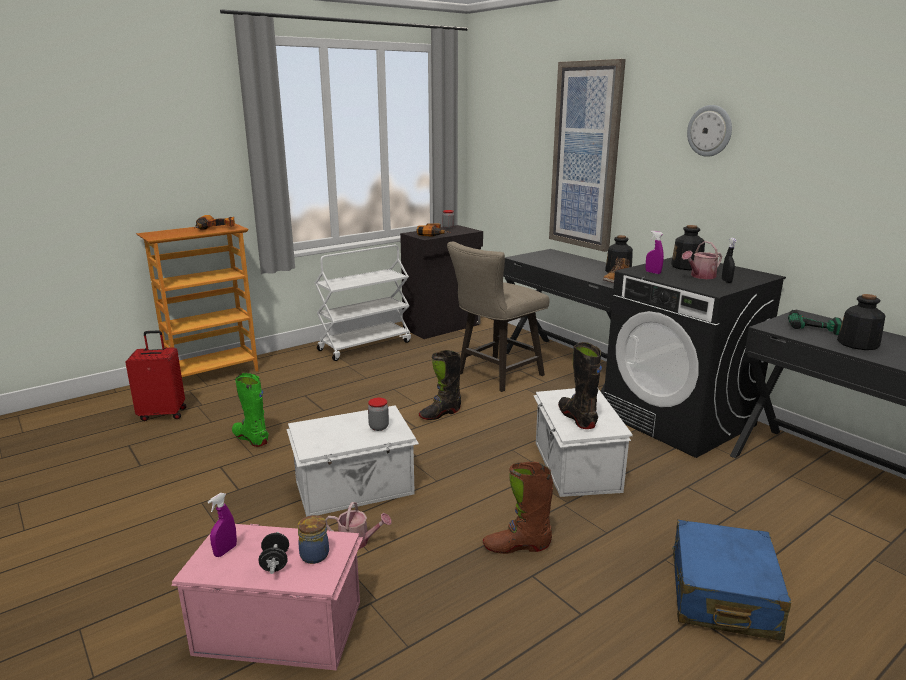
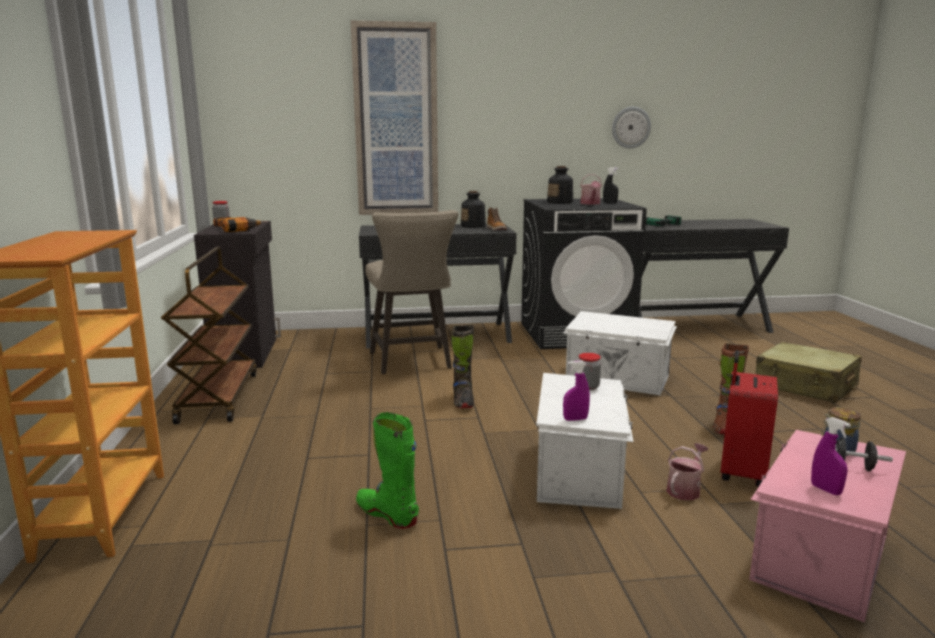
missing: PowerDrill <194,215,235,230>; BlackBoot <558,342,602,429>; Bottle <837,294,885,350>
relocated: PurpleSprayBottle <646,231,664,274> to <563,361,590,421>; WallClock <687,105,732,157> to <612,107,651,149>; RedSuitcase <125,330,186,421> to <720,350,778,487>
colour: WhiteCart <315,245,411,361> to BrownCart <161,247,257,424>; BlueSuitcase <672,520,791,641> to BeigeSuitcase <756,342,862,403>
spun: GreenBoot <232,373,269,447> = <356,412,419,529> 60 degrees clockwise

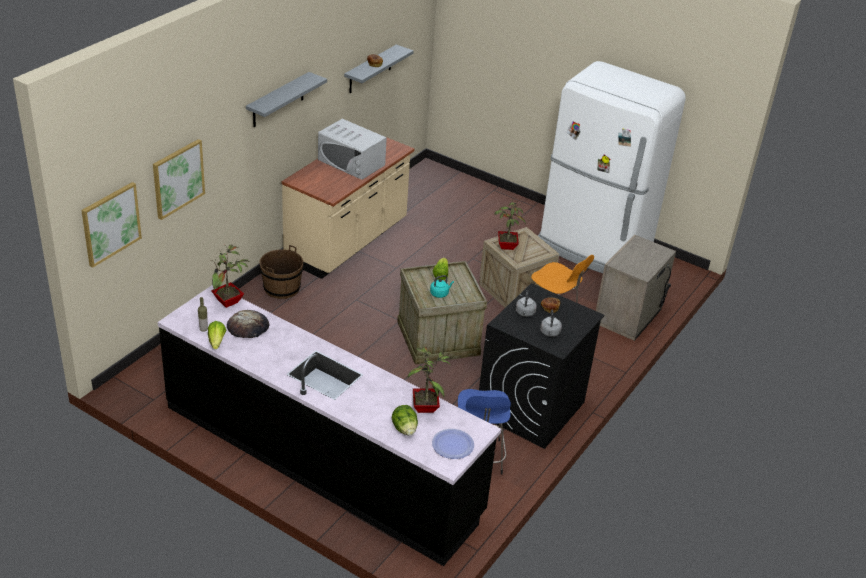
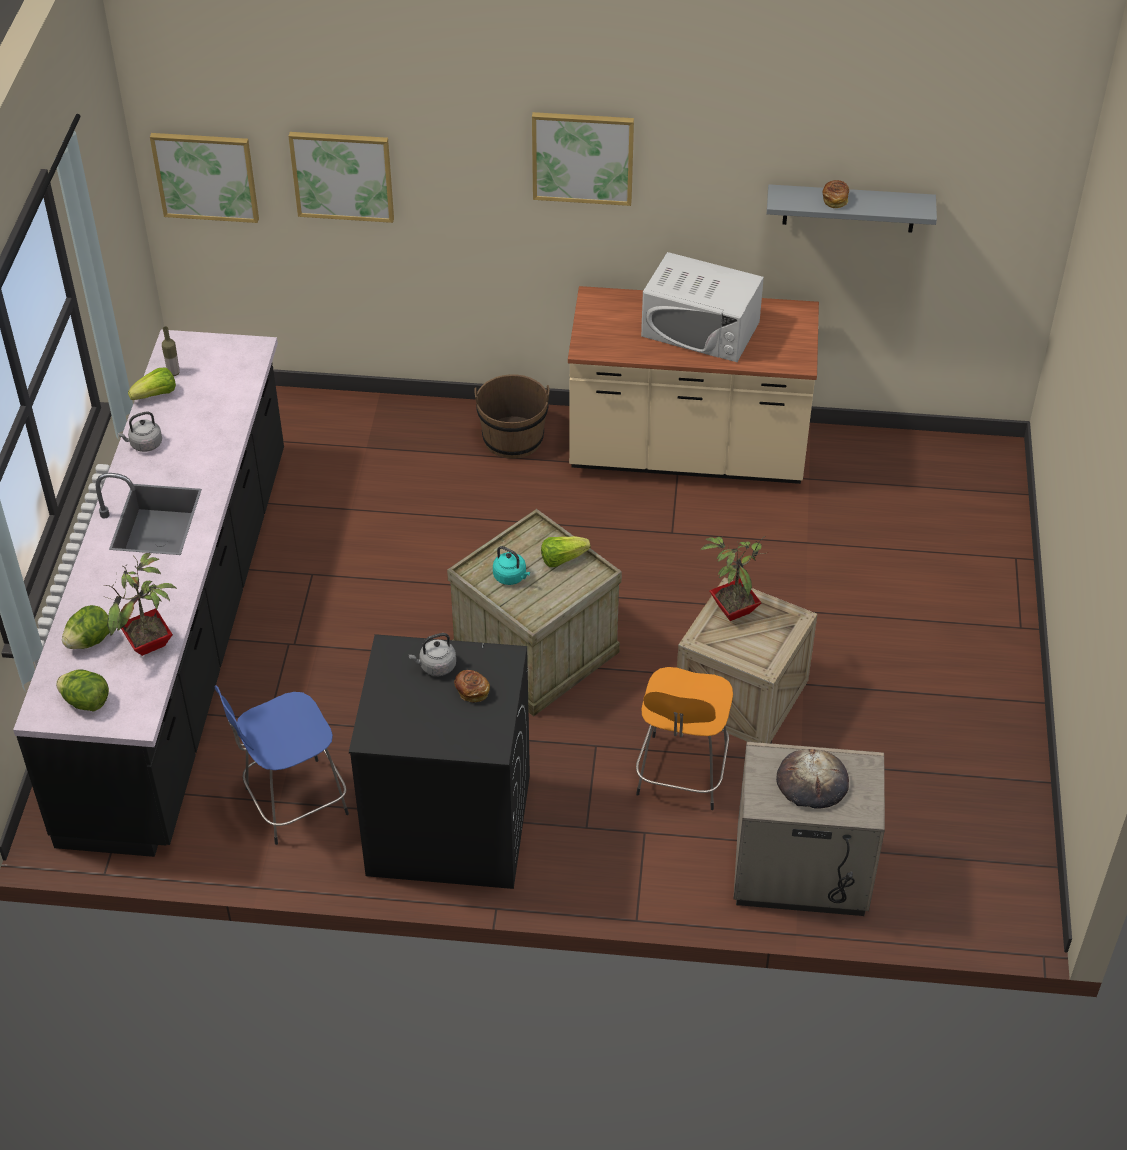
missing: PottedPlant <211,244,250,308>; WhiteFridge <538,61,685,273>
relocated: GreyKettle <540,310,562,337> to <118,411,162,452>; Bread <227,310,269,338> to <776,749,849,809>
exchanged: Plate <432,429,474,459> to Lettuce <56,669,109,712>; GreyShelf <246,72,327,127> to Picture <532,112,634,206>
spun: WhiteMicrowave <318,119,387,180> = <641,252,764,362> 75 degrees counterclockwise

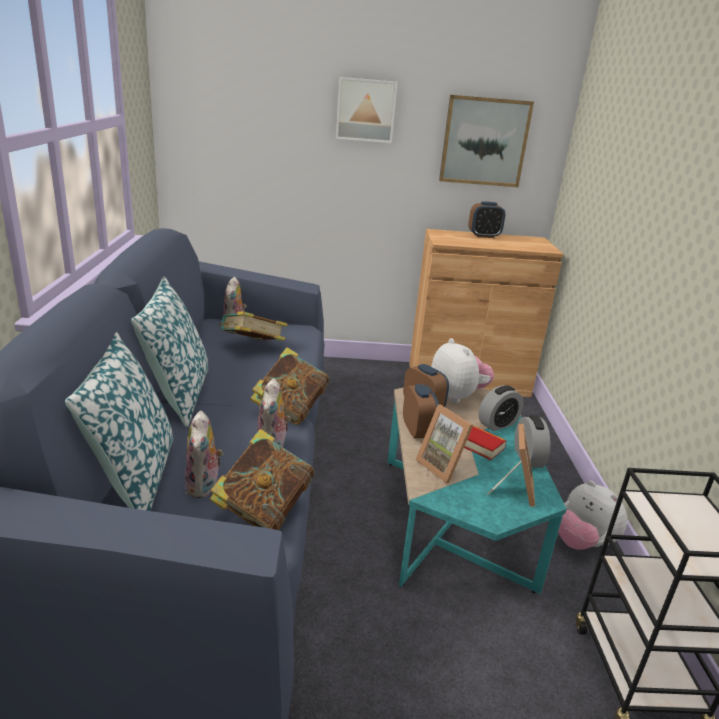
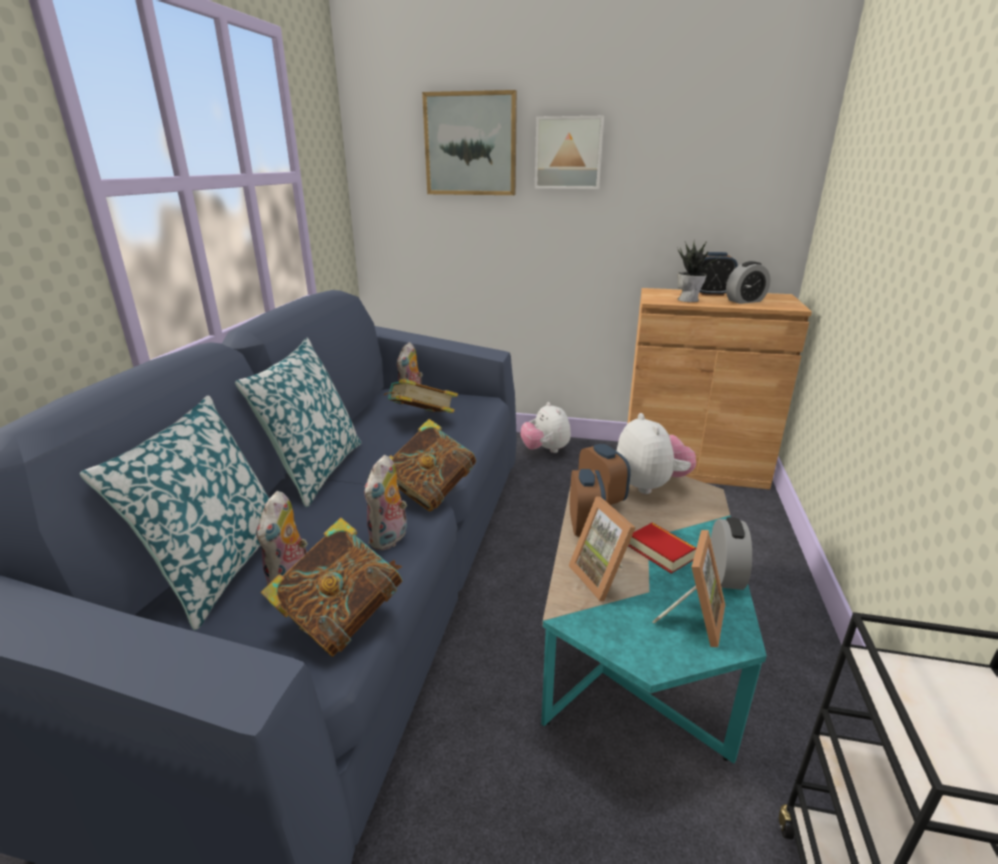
appeared: PottedPlant <677,241,718,302>
relocated: Picture <439,95,534,187> to <422,90,517,195>; PlushToy <558,480,627,550> to <521,402,571,453>; AlarmClock <478,385,523,431> to <726,261,771,304>

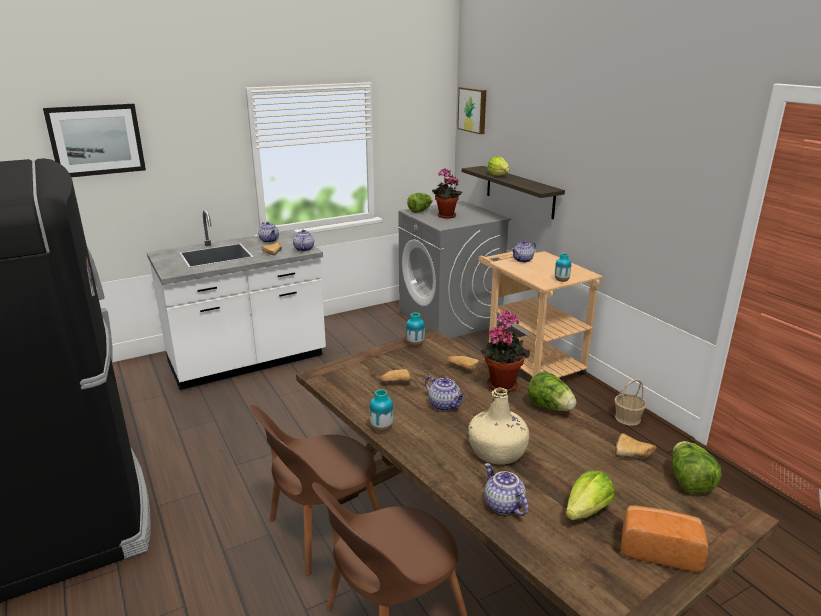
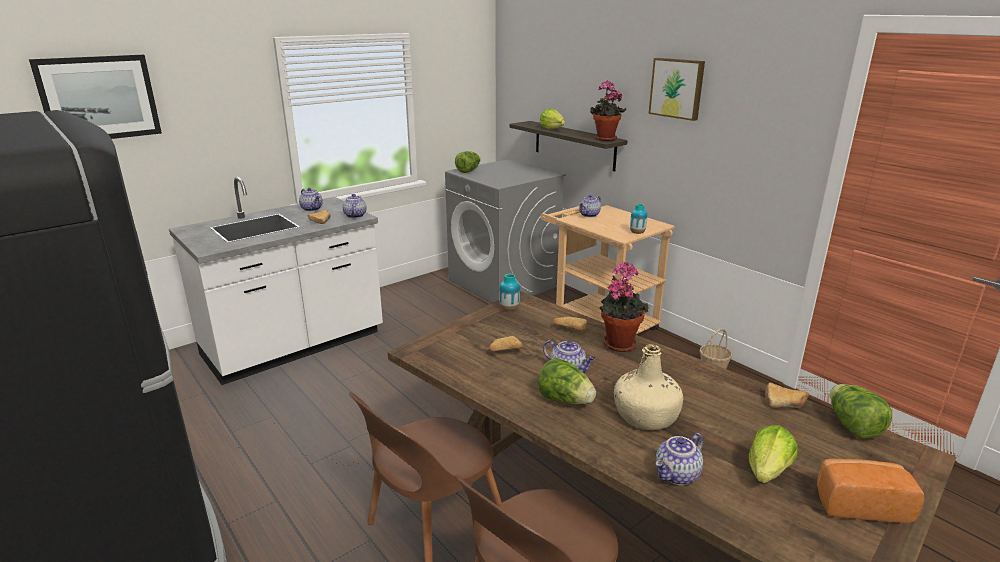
missing: Vase <370,389,393,432>
relocated: Lettuce <528,371,576,411> to <538,358,596,404>; PottedPlant <432,169,462,218> to <590,81,626,141>; Picture <457,87,486,134> to <649,58,705,121>
spun: Teapot <485,463,529,516> = <656,433,703,485> 90 degrees counterclockwise

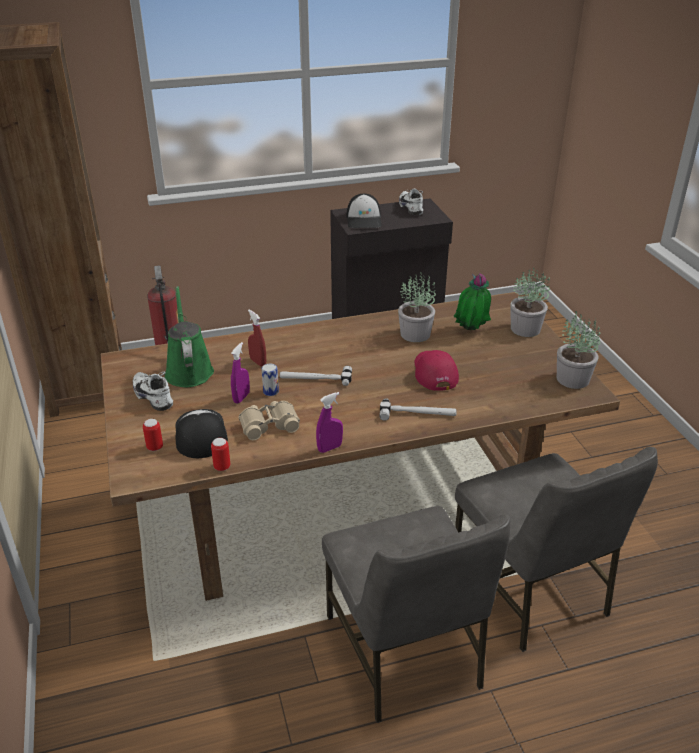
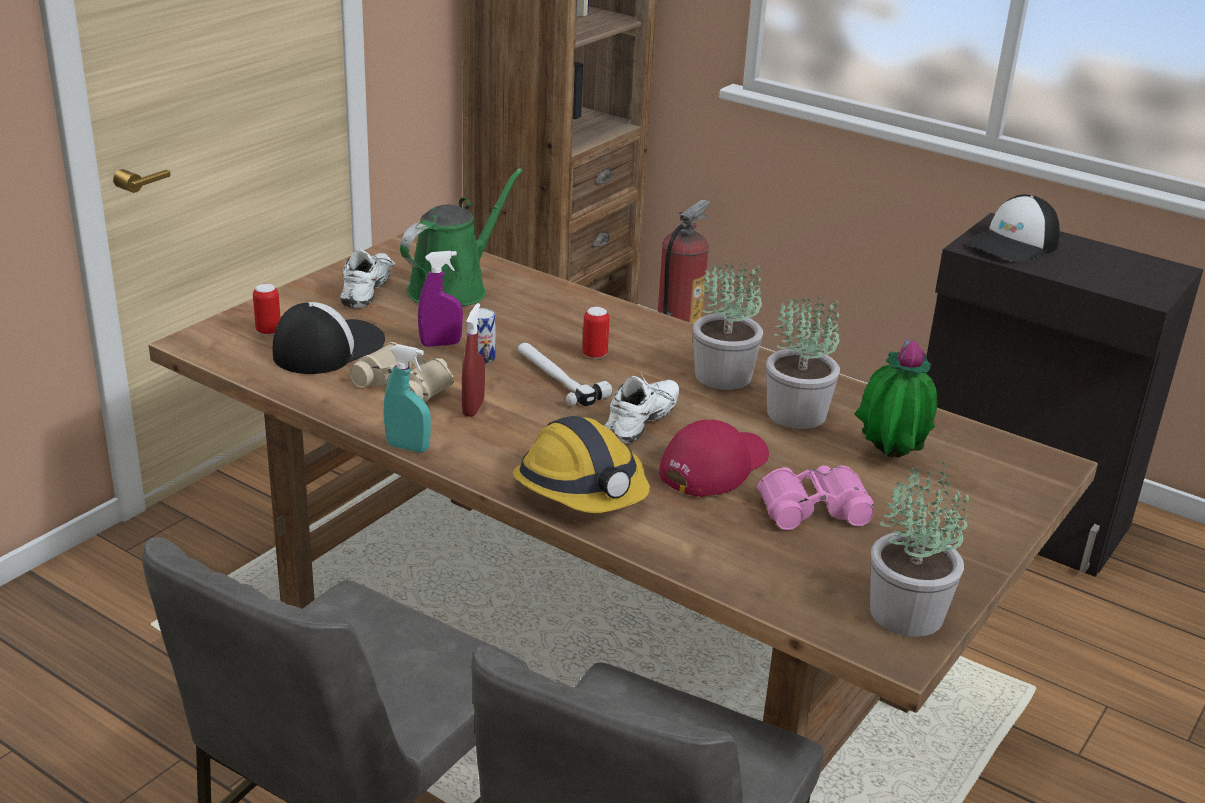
appeared: PinkBinoculars <757,465,874,530>
relocated: RedSprayBottle <248,310,266,366> to <462,303,485,417>; Can <211,438,230,471> to <582,307,610,359>; WhiteShoe <399,189,423,216> to <604,372,679,444>; PottedPlant <510,268,550,337> to <693,262,763,390>
exchanged: Hammer <379,398,457,421> to HardHat <513,416,650,513>
colour: PurpleSprayBottle <316,392,343,453> to TurquoiseSprayBottle <383,344,431,452>

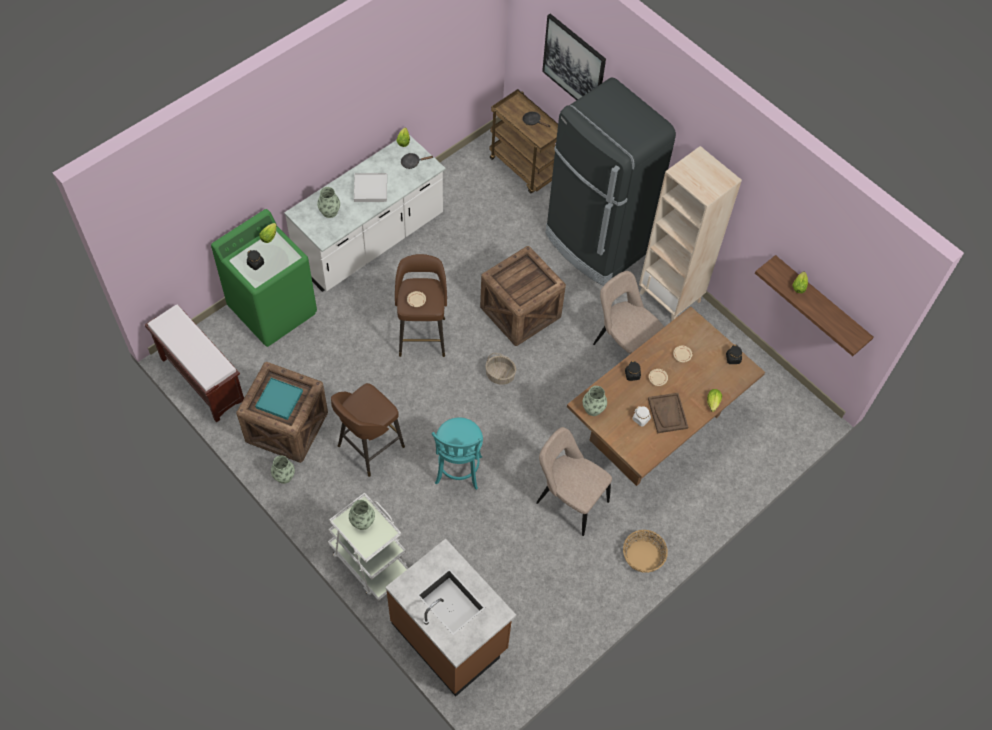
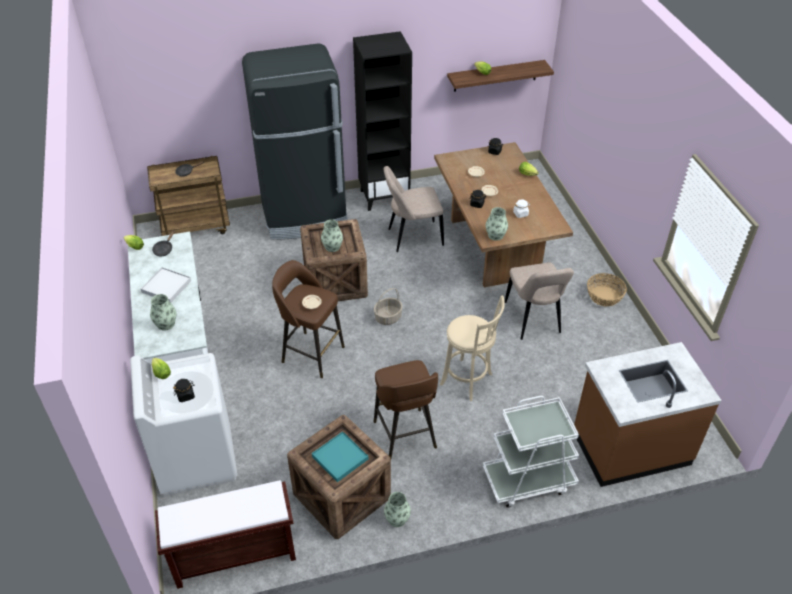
missing: Picture <542,14,606,100>; BrownTray <648,393,688,433>
relocated: Vase <349,500,375,530> to <321,220,343,252>
colour: GreenWashingMachine <211,209,317,347> to WhiteWashingMachine <130,353,238,496>; BeigeBookcase <639,146,742,322> to BlackBookcase <353,31,412,211>; TurquoiseStool <432,417,483,490> to BeigeStool <440,296,505,401>
spun: BeigeChair <536,427,612,536> = <505,262,574,340> 75 degrees counterclockwise

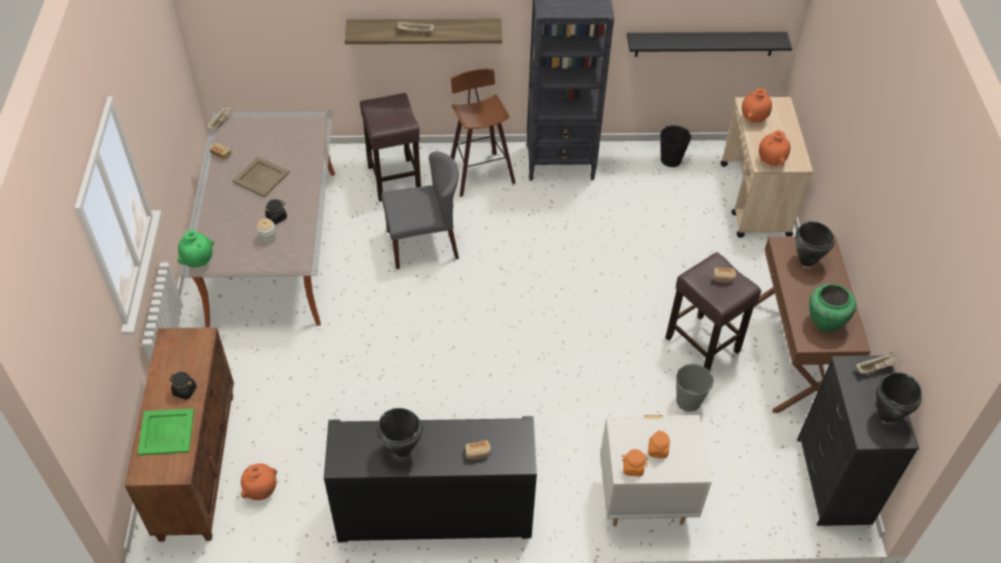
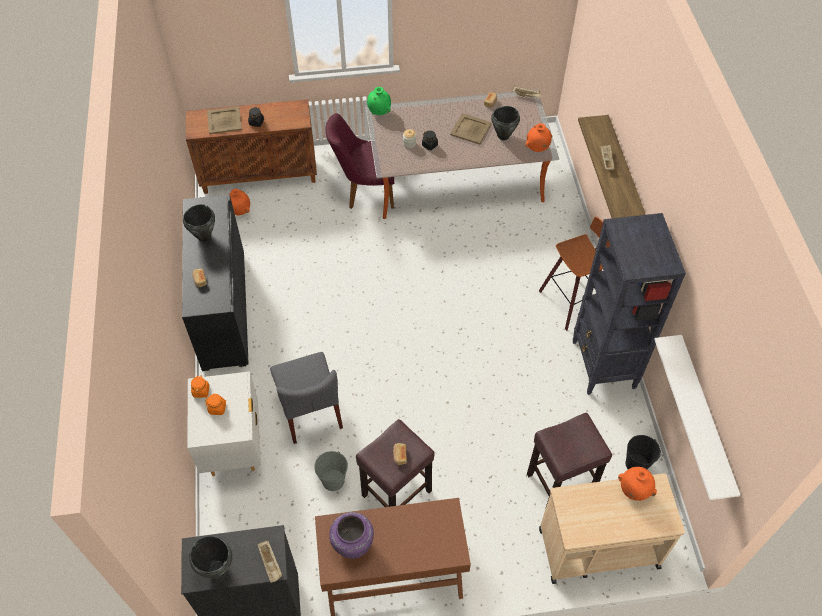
appeared: PurpleChair <325,113,394,209>
relocated: GreyChair <381,152,459,269> to <270,352,343,444>; BlackCookingPot <795,221,834,267> to <491,106,520,140>; OrangeVase <759,130,790,166> to <525,123,552,152>; BrownStool <360,93,421,202> to <527,413,612,506>
colour: GreenTray <138,408,194,455> to BeigeTray <207,106,242,134>; GreenVase <809,283,856,332> to PurpleVase <329,512,374,559>; BlackShelf <627,32,792,57> to WhiteShelf <654,335,740,500>

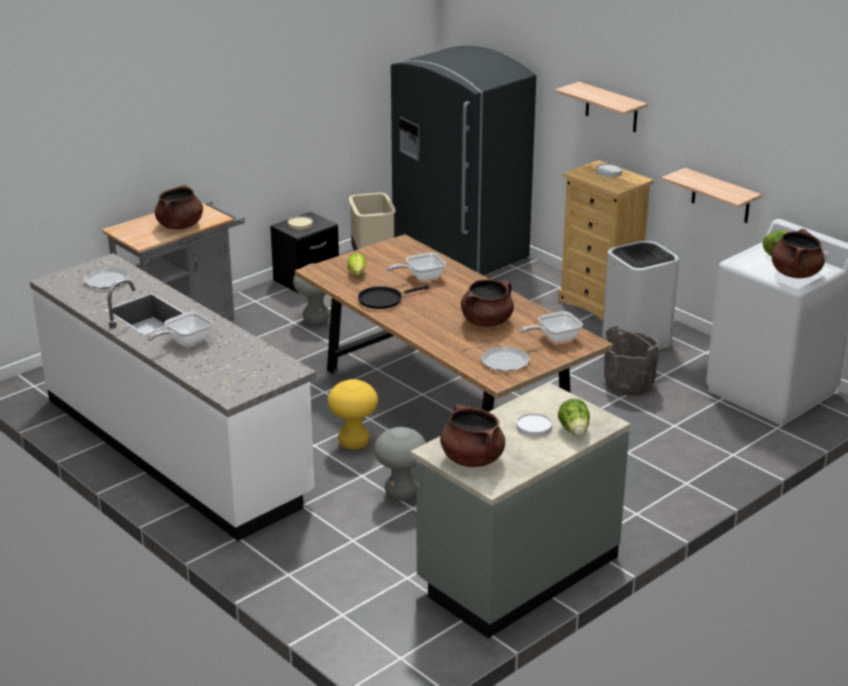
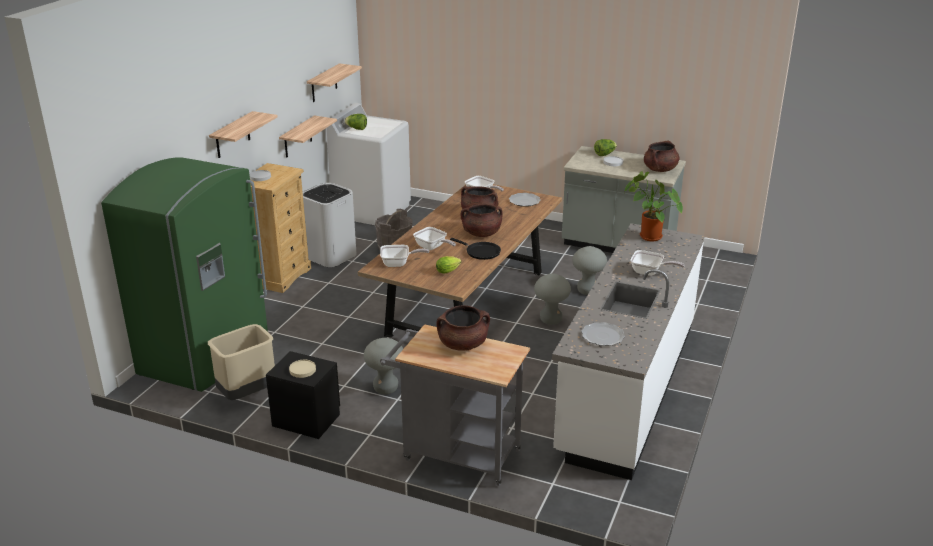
appeared: Shelf <307,63,362,102>; FryingPan <380,245,430,267>; PottedPlant <624,171,683,241>
relocated: BrownCookingPot <771,229,825,278> to <461,204,503,237>
colour: GreyFridge <391,46,536,275> to GreenFridge <101,157,268,392>; YellowStool <328,379,378,449> to GreyStool <534,273,571,325>

